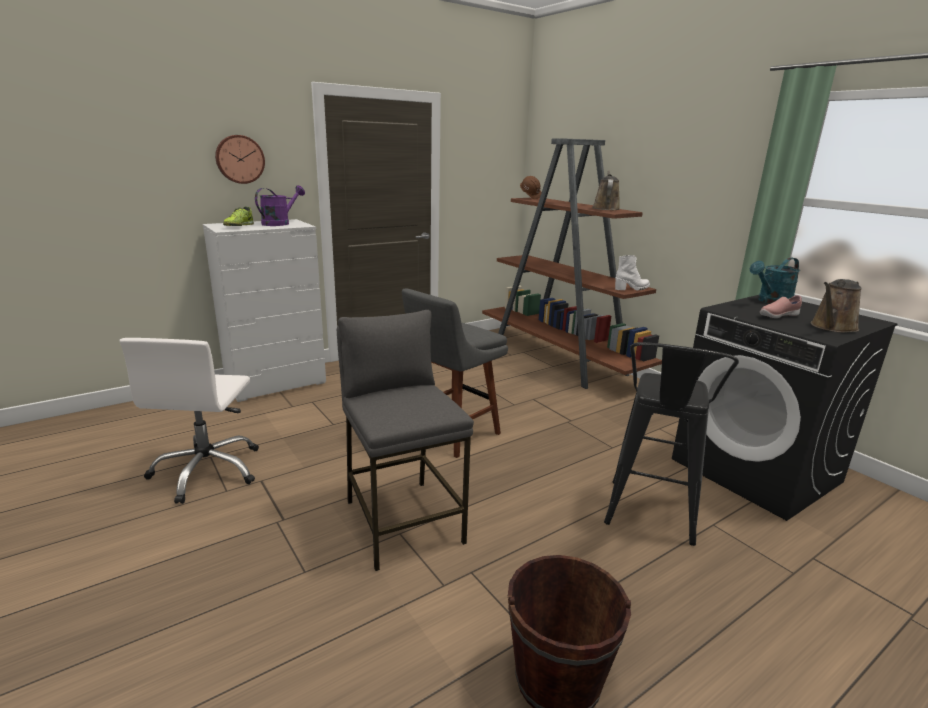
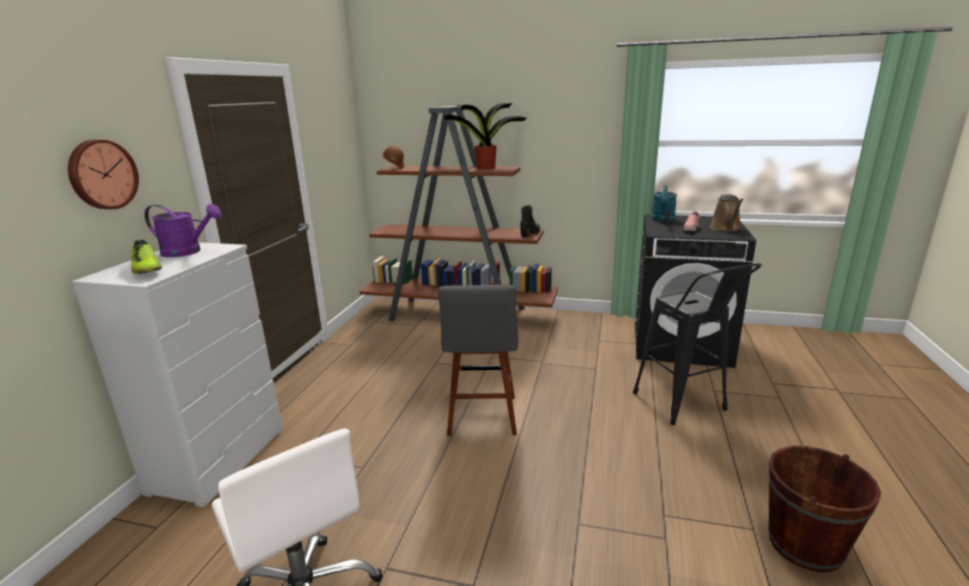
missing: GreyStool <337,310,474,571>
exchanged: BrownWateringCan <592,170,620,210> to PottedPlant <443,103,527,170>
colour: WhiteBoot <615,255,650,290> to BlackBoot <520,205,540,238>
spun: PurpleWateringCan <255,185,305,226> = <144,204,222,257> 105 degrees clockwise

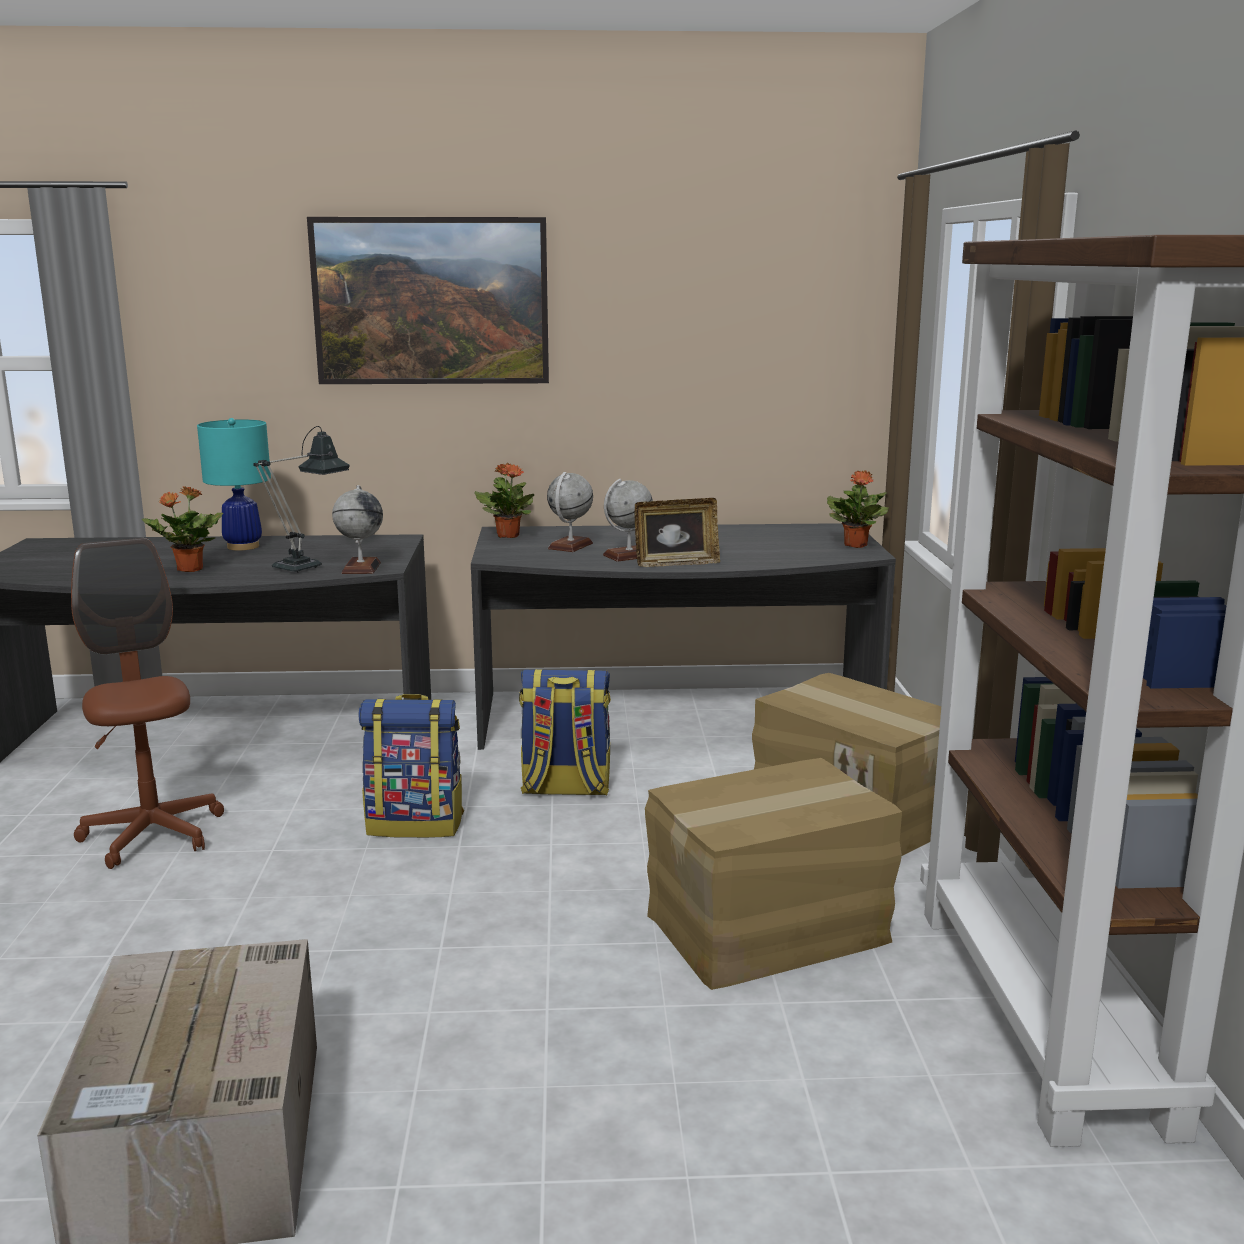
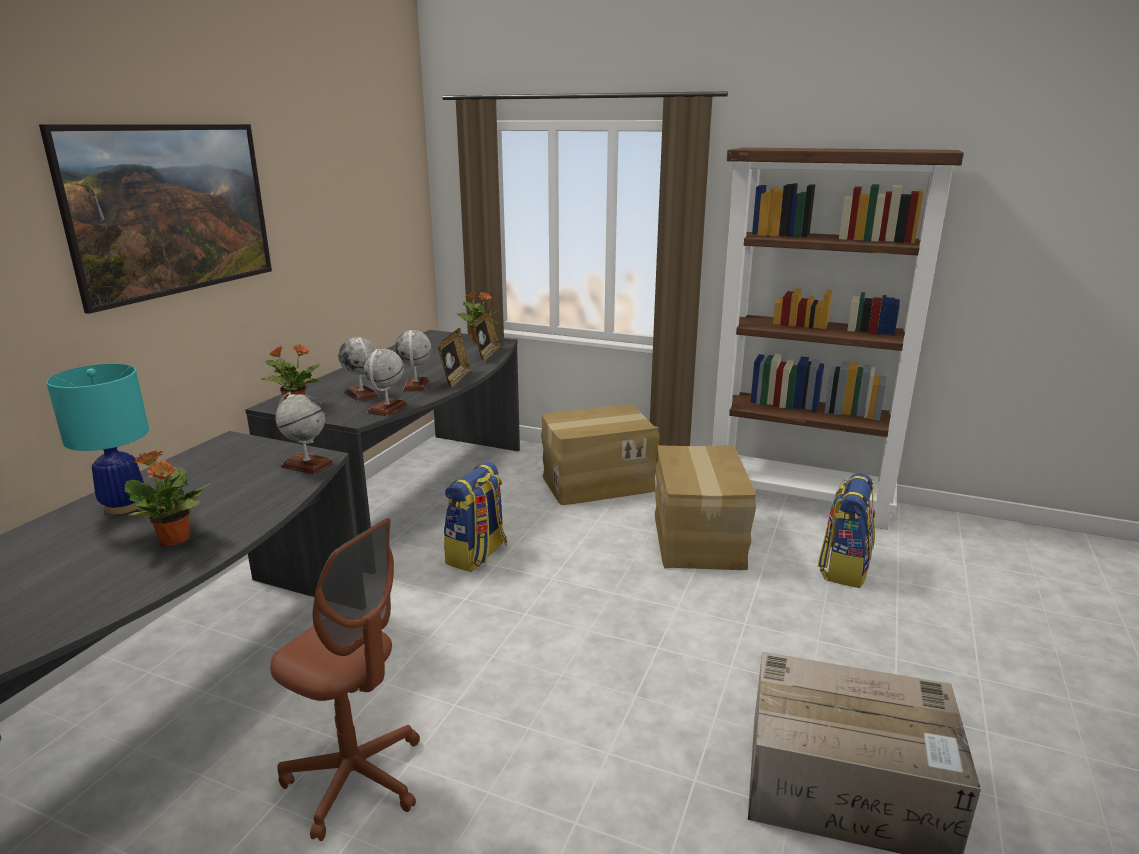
missing: TableLamp <253,426,350,573>
appeared: Globe <364,349,407,416>; PictureFrame <472,308,501,361>
relocated: Backpack <359,694,464,838> to <818,473,875,588>
spun: BrownOfficeChair <71,538,224,869> = <270,518,420,841> 150 degrees counterclockwise

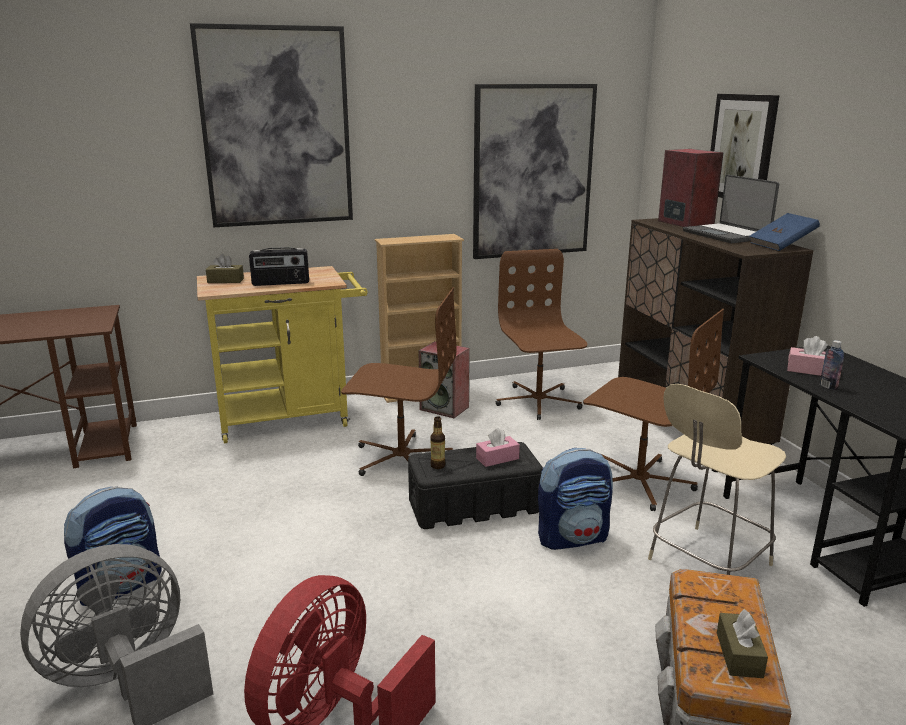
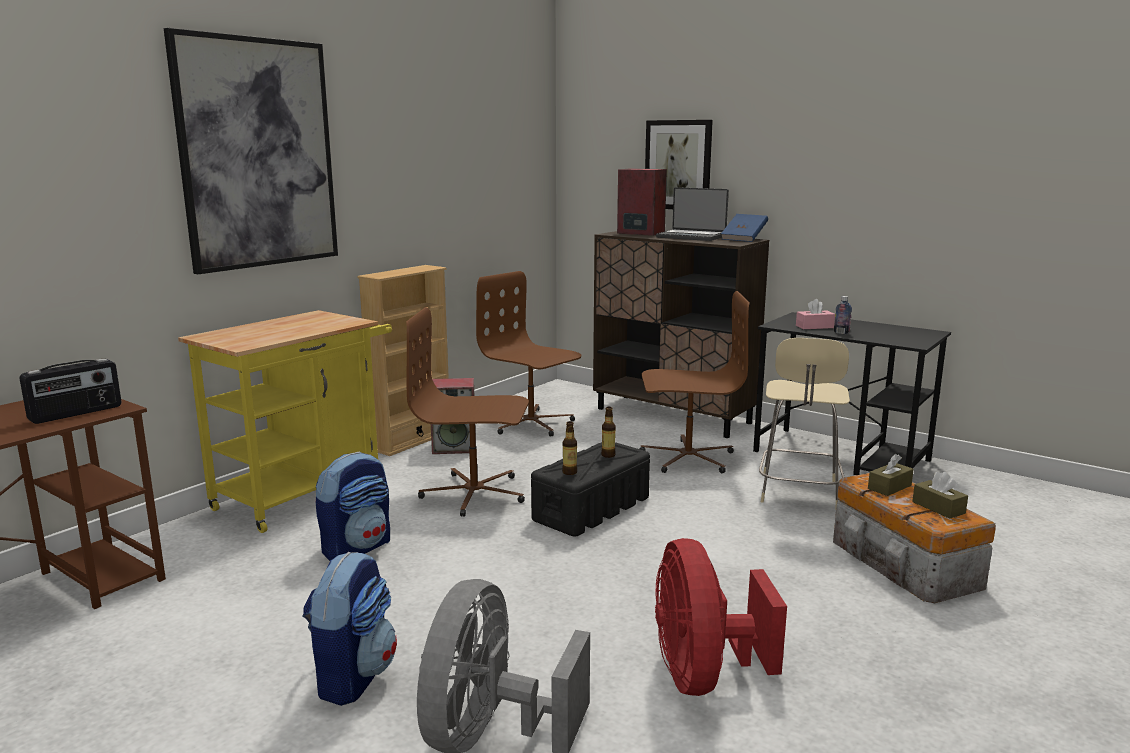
missing: Picture <473,84,597,259>
relocated: Radio <249,247,309,286> to <19,359,122,424>; Backpack <538,448,613,550> to <316,452,390,561>; BrownTissueBox <206,254,244,283> to <868,454,914,496>
exchanged: PinkTissueBox <476,428,520,467> to Bottle <601,407,616,458>
spun: BrownOfficeChair <341,287,456,476> = <406,307,529,517> 150 degrees counterclockwise

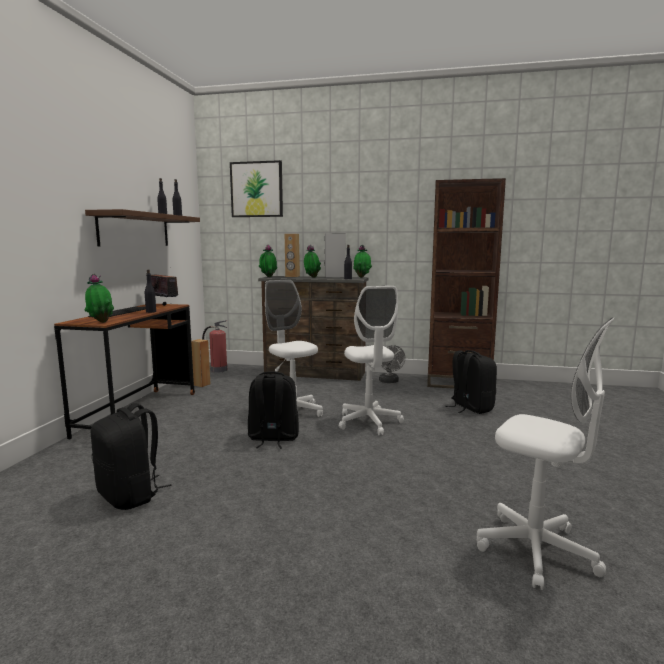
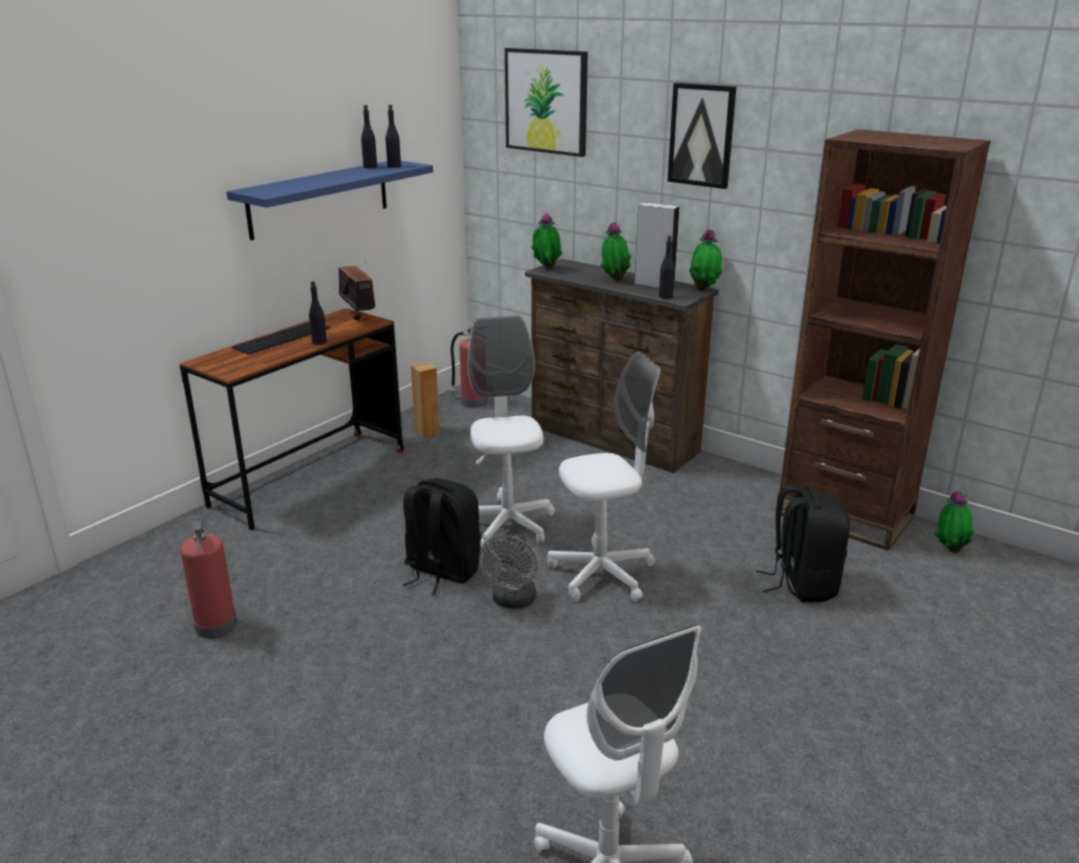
missing: BrownSpeaker <285,234,300,277>
appeared: Picture <668,83,736,189>
relocated: GreyFan <379,345,405,383> to <479,534,537,609>; PottedPlant <84,274,114,323> to <934,491,974,553>
exchanged: BlackBackpack <91,403,172,510> to FireExtinguisher <180,520,237,639>
colour: BrownShelf <85,209,200,246> to BlueShelf <226,161,433,240>
spun: WhiteOfficeChair <339,286,404,435> = <547,352,660,602> 120 degrees counterclockwise

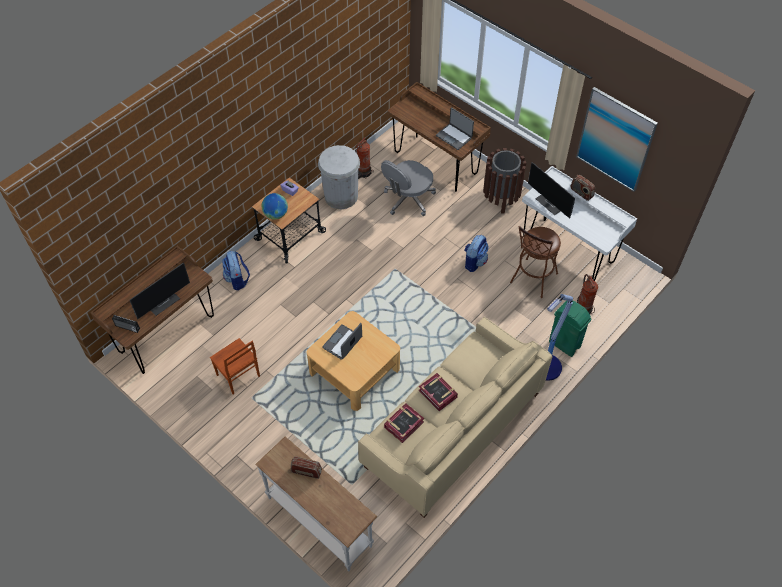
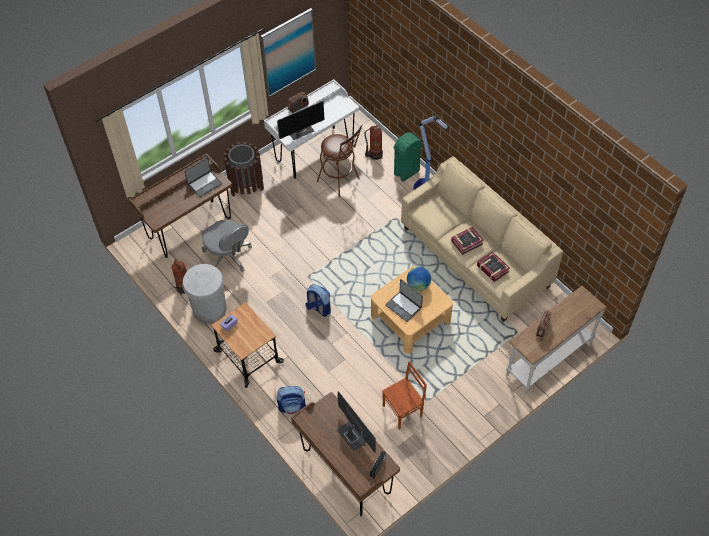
relocated: Backpack <464,235,488,272> to <305,284,331,317>; Globe <262,193,288,219> to <407,267,431,291>

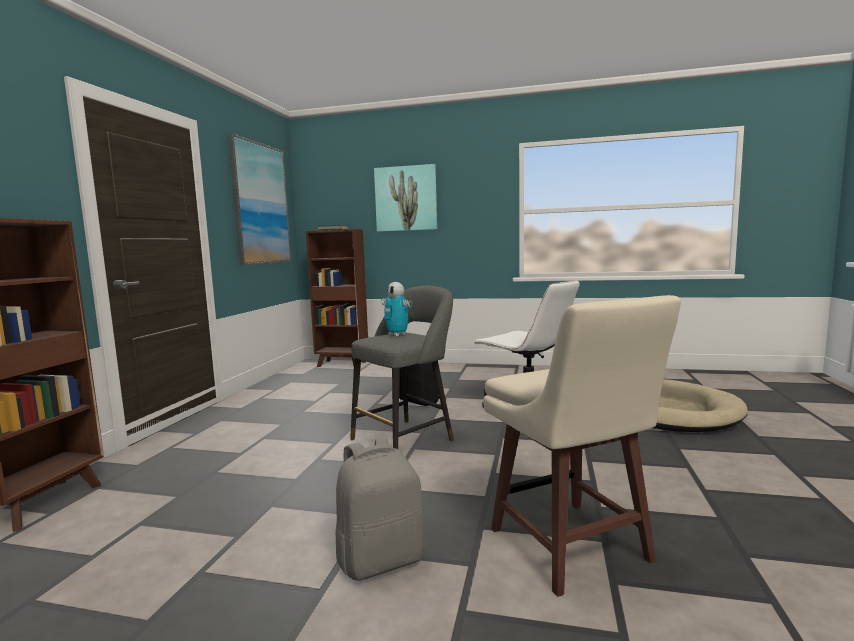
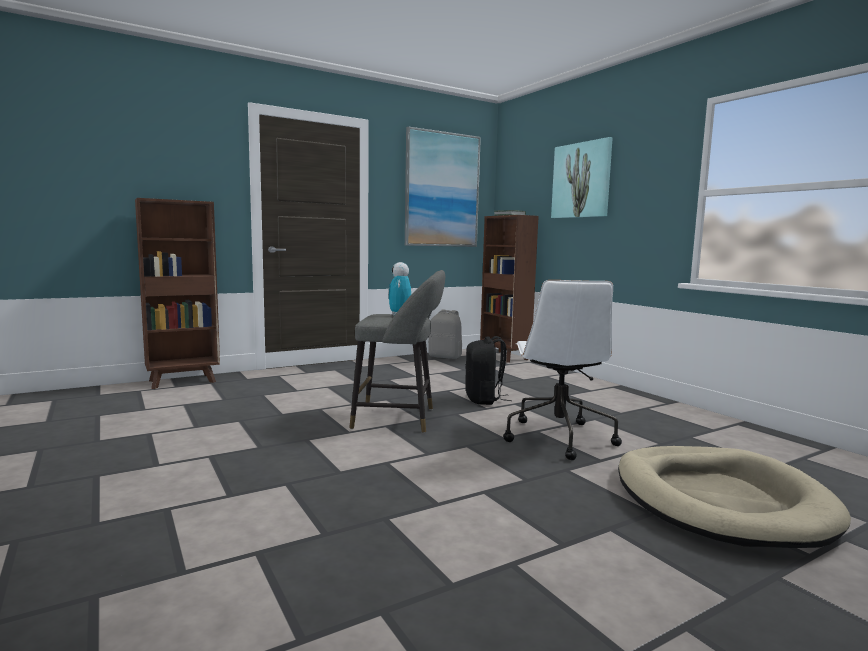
missing: BeigeStool <483,295,681,597>
relocated: GreyBackpack <336,437,424,581> to <428,310,462,359>

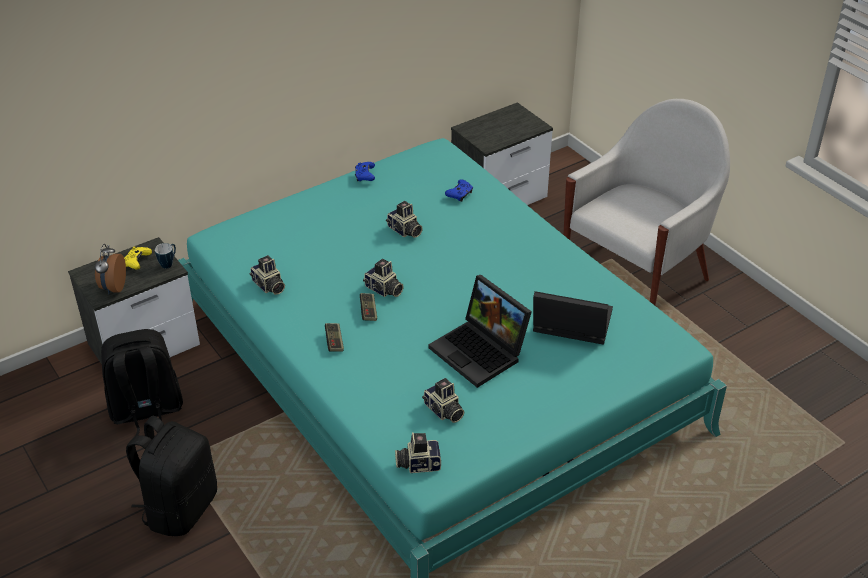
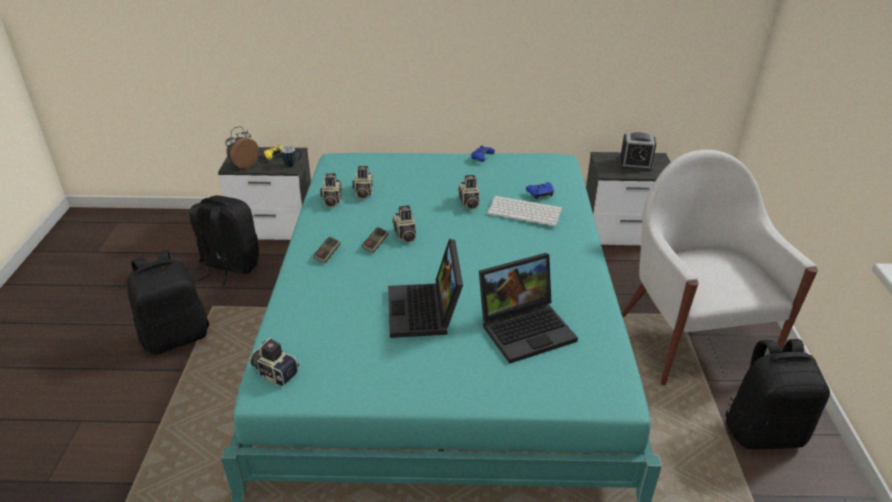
appeared: Keyboard <487,195,562,226>; AlarmClock <619,132,656,171>; BlackBackpack <725,339,830,449>
relocated: PhotoCamera <422,378,464,423> to <352,166,373,199>
spun: Laptop <533,291,613,345> = <479,253,578,364> 105 degrees clockwise; WhiteArmchair <563,99,730,305> = <622,150,818,385> 90 degrees counterclockwise

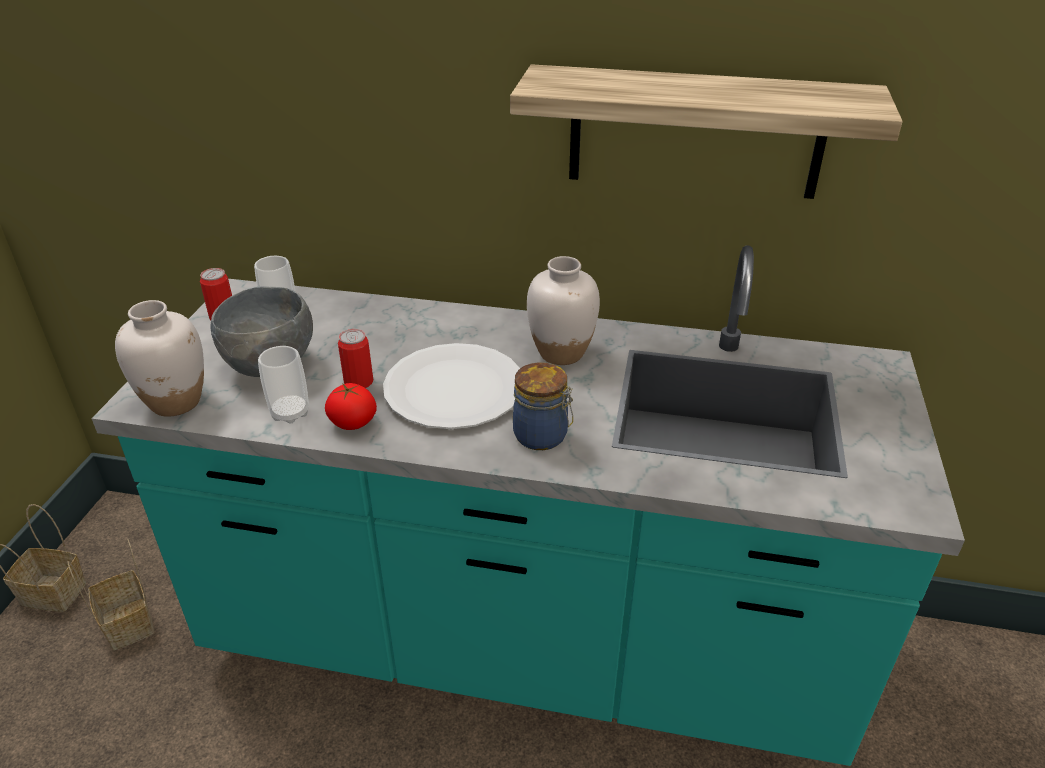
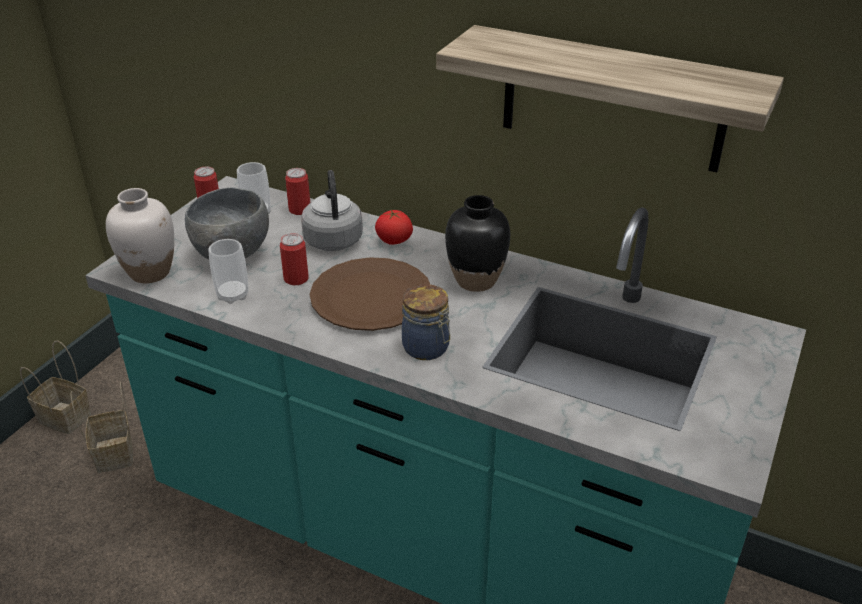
appeared: Can <285,168,310,215>; GreyKettle <301,170,363,251>
relocated: Tomato <325,383,377,430> to <375,210,413,245>
colour: WhitePlate <383,343,520,429> to BrownPlate <310,257,430,331>; WhiteVase <527,256,600,365> to BlackVase <445,195,510,292>

